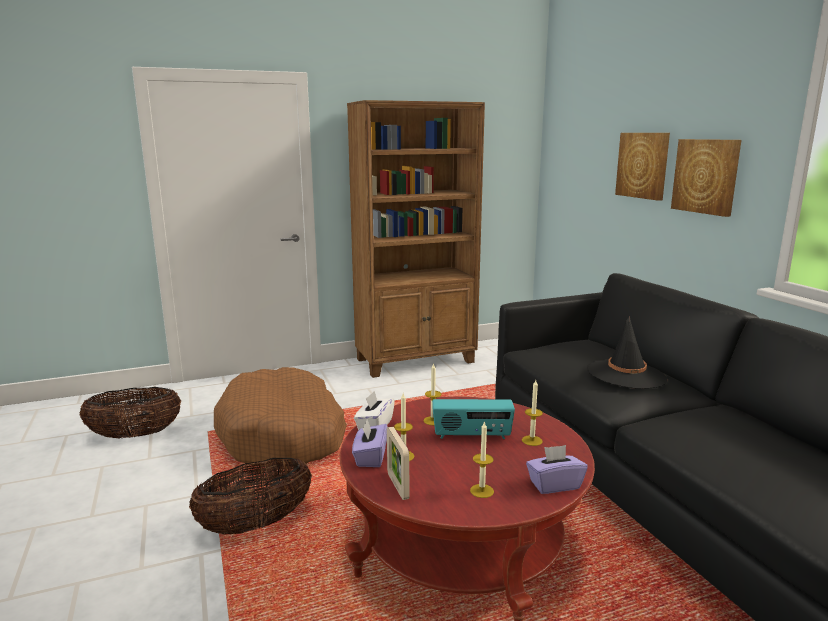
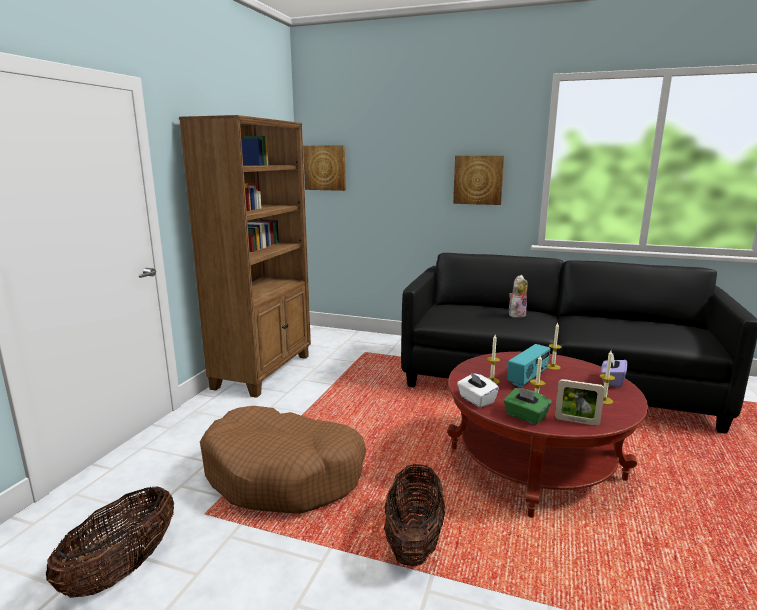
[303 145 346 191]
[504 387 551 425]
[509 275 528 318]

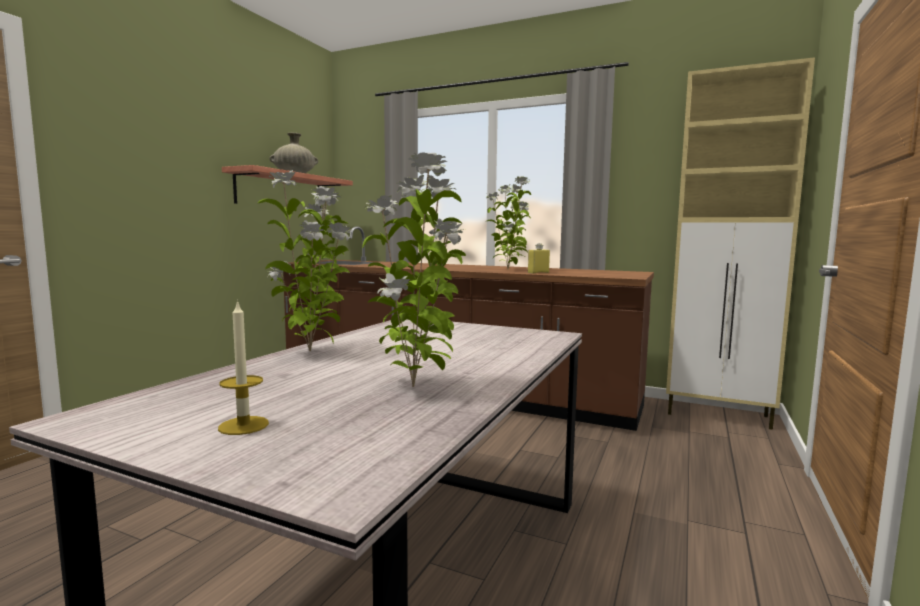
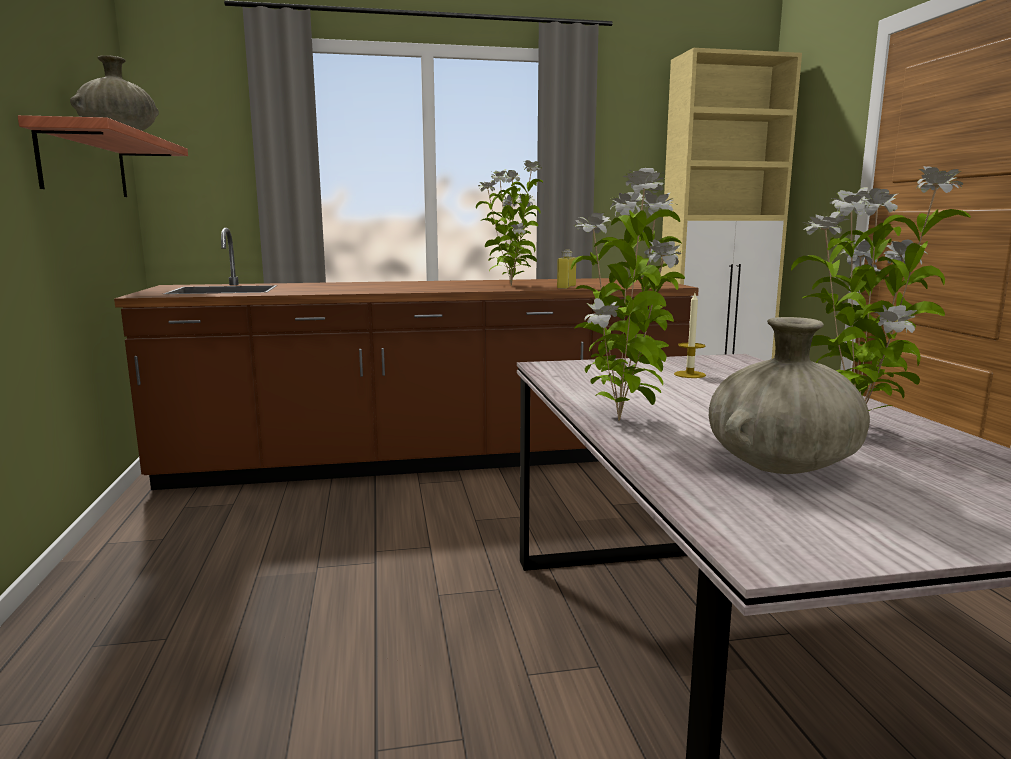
[674 293 706 378]
[709 317 870 474]

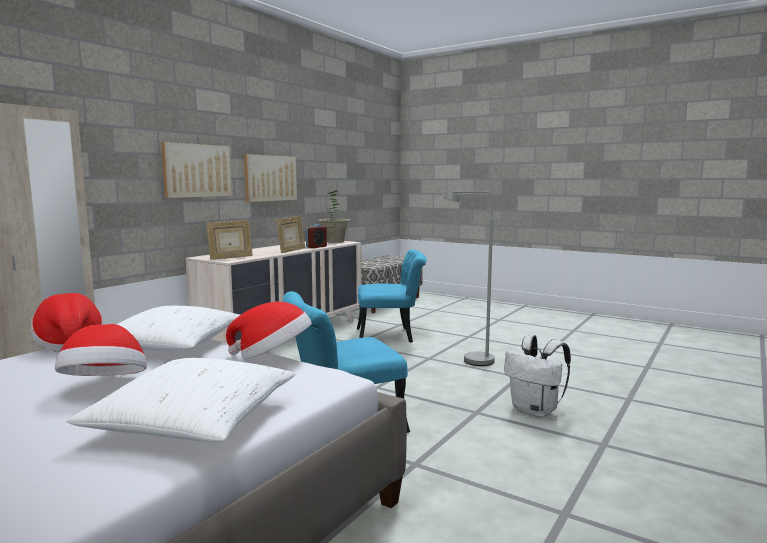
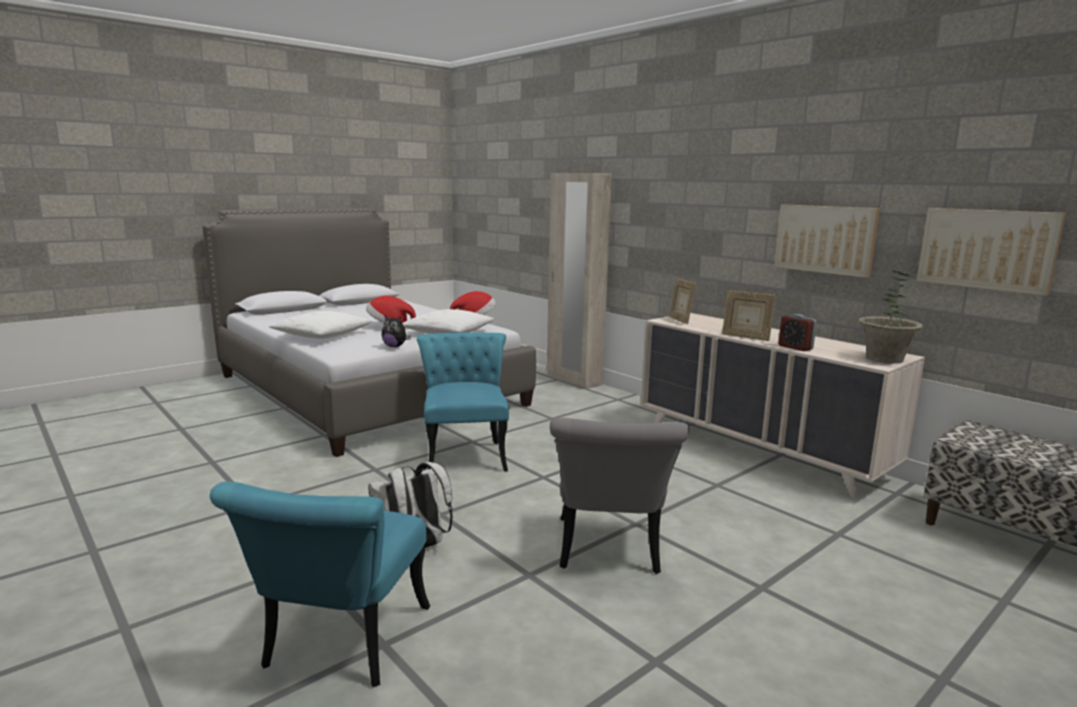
[210 482 430 687]
[381 316 411 347]
[550 418 689 574]
[917 208 1066 296]

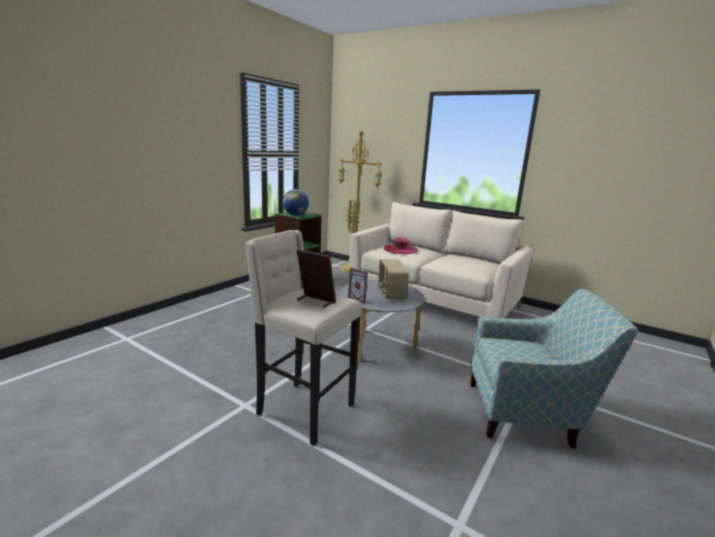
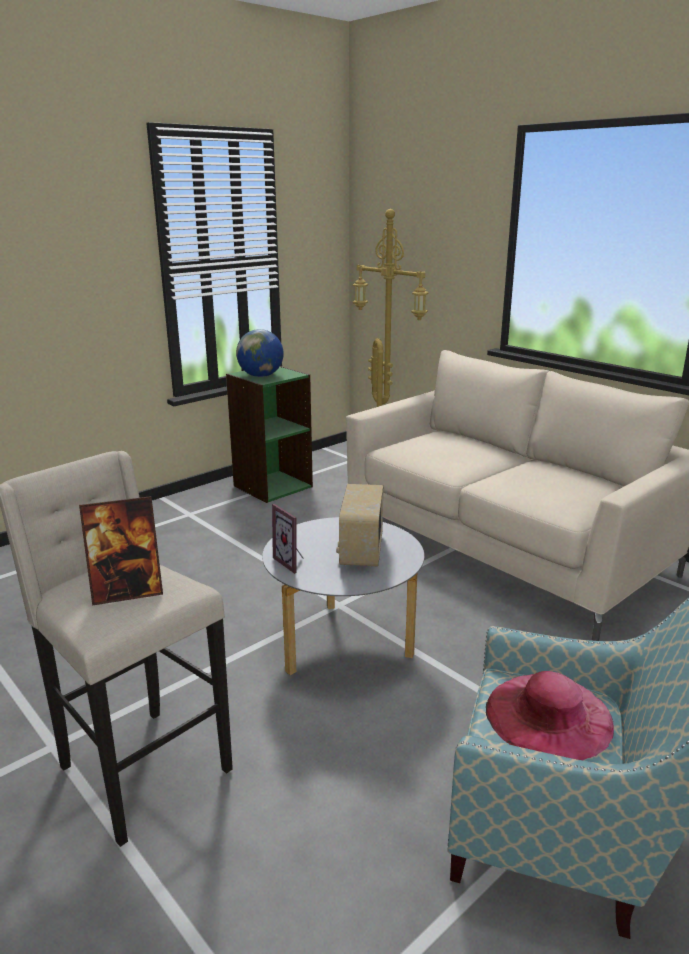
[79 496 163 606]
[486 671 614 760]

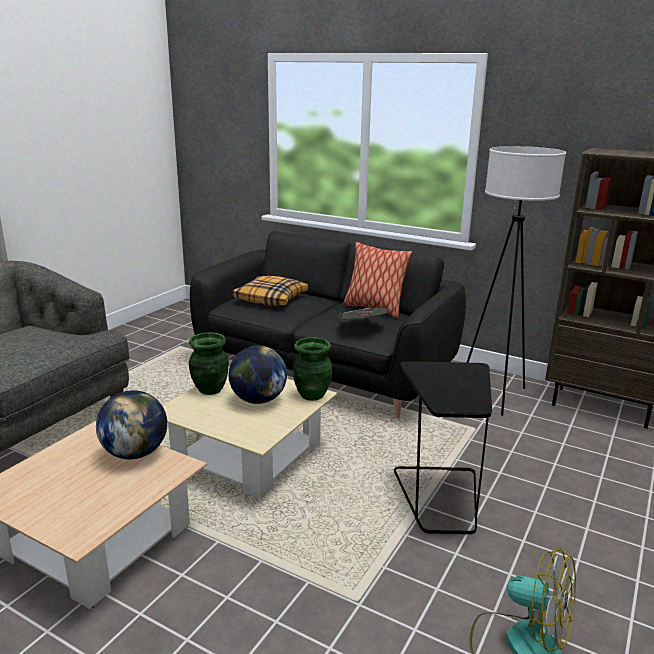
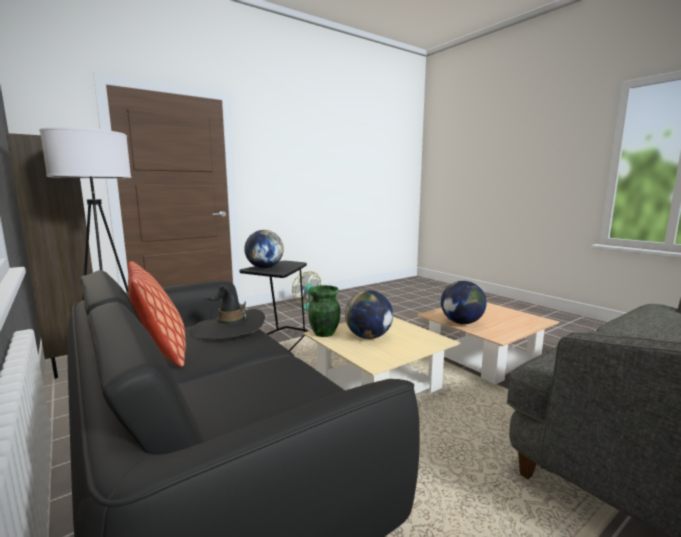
[192 285 265 340]
[244 230 284 268]
[189 332 229 395] (first image)
[232 276 309 306] (first image)

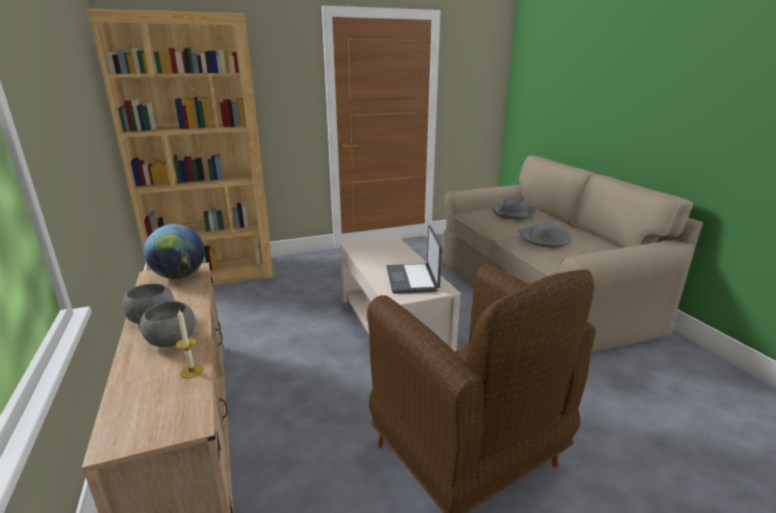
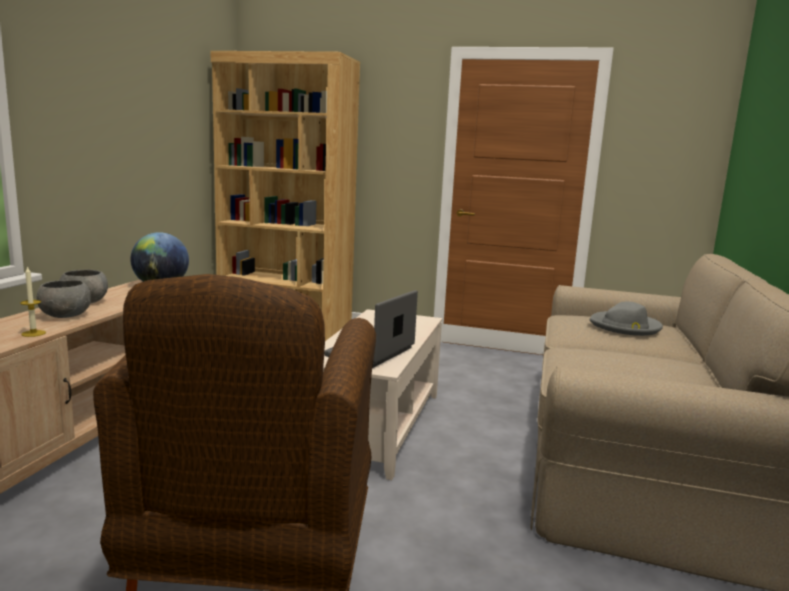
[519 221 573 248] (first image)

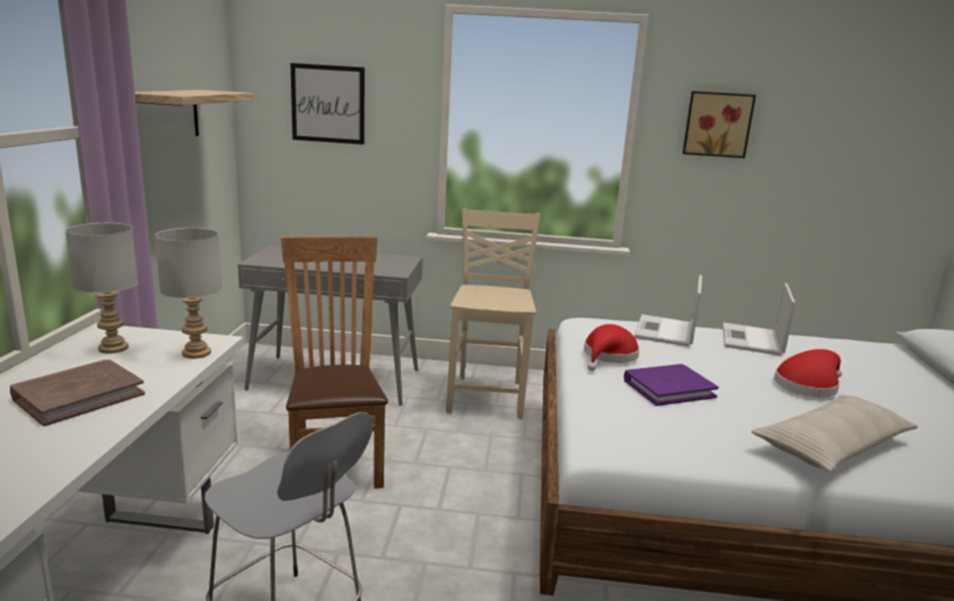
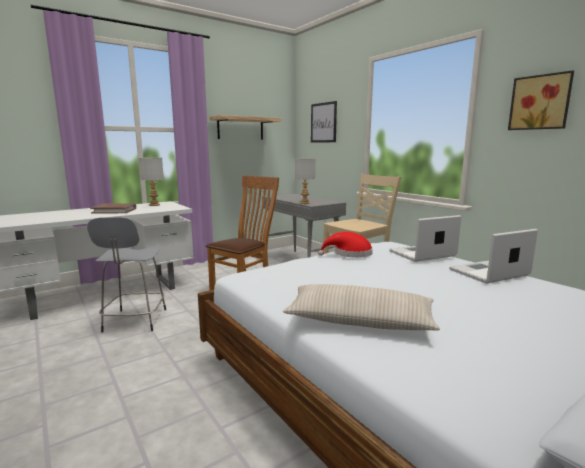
[295 158 316 204]
[624 364 719 406] (first image)
[774 349 842 397] (first image)

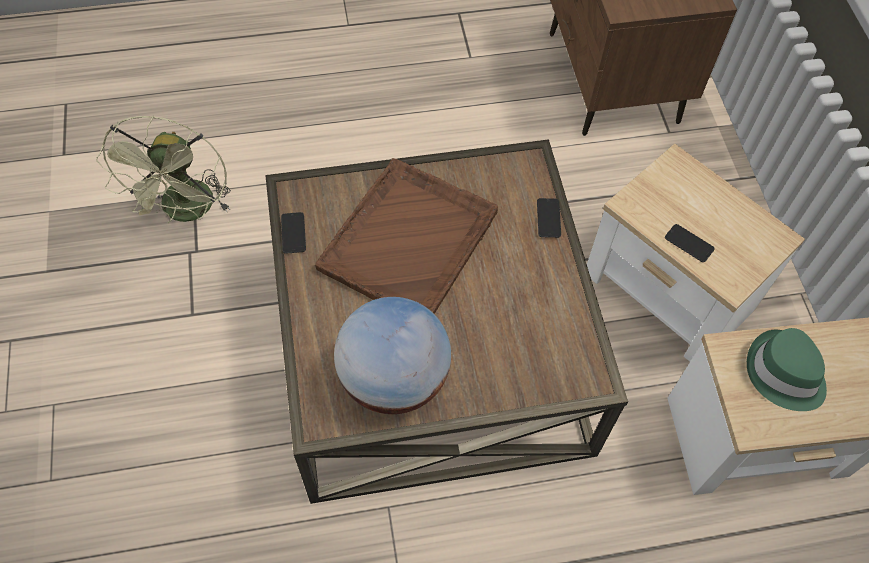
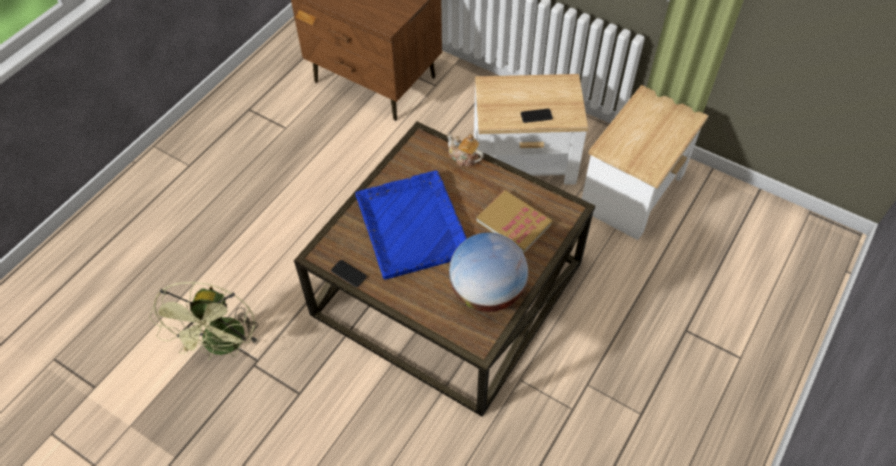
[149 281 259 360]
[355 170 467 280]
[447 134 484 166]
[476 190 553 254]
[747 328 827 411] (first image)

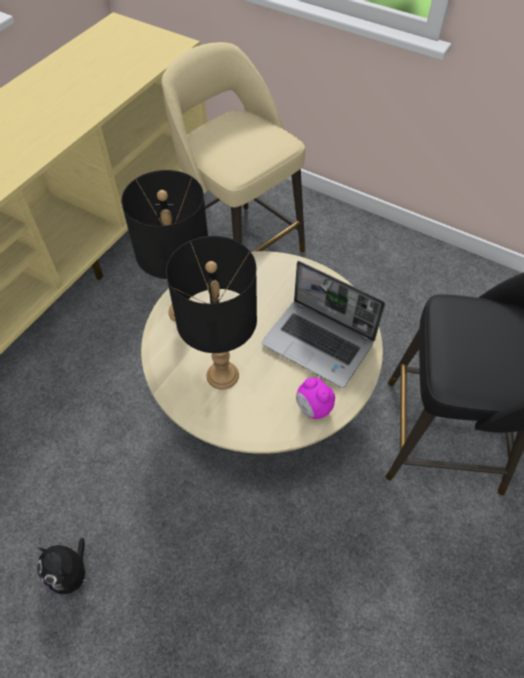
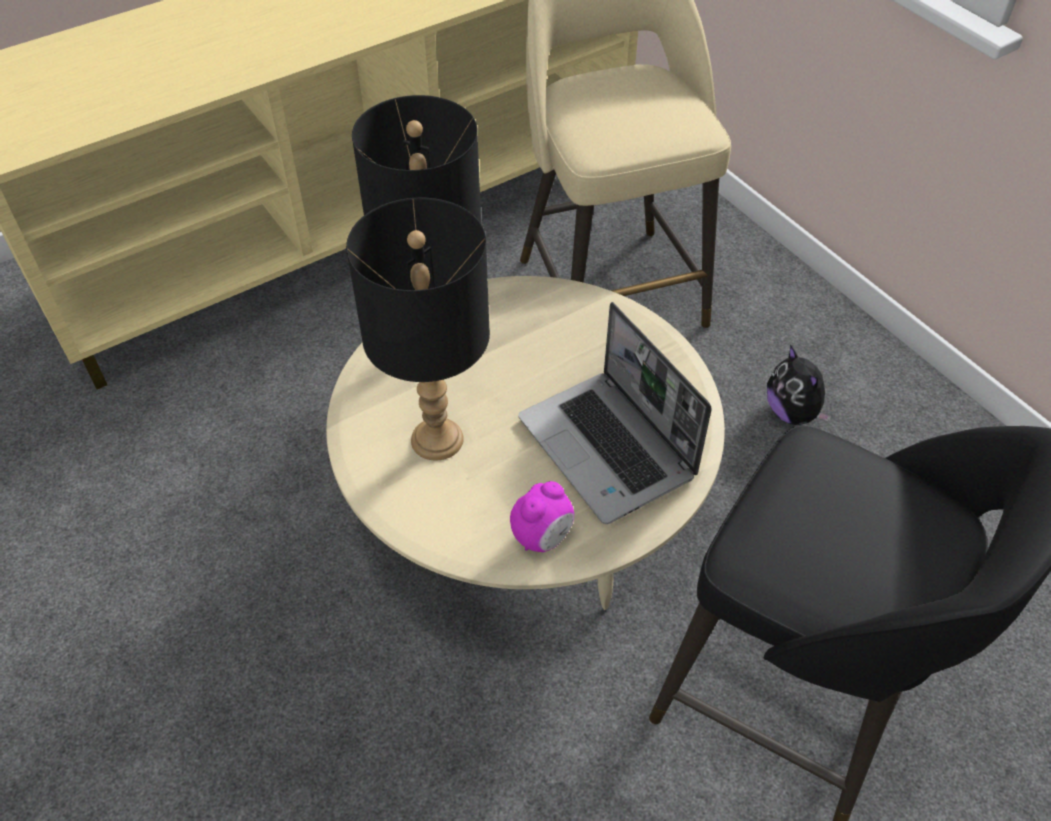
[510 481 574 552]
[767 344 831 425]

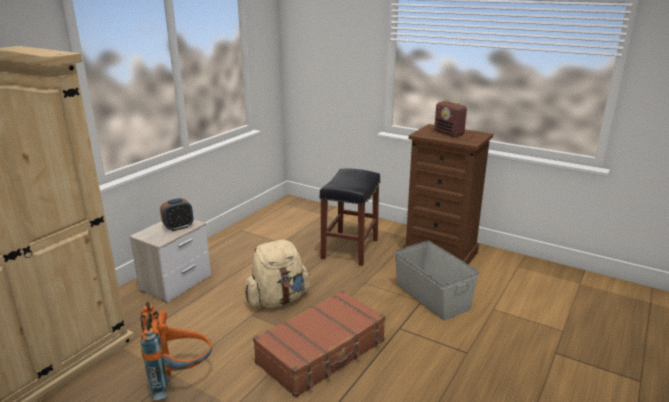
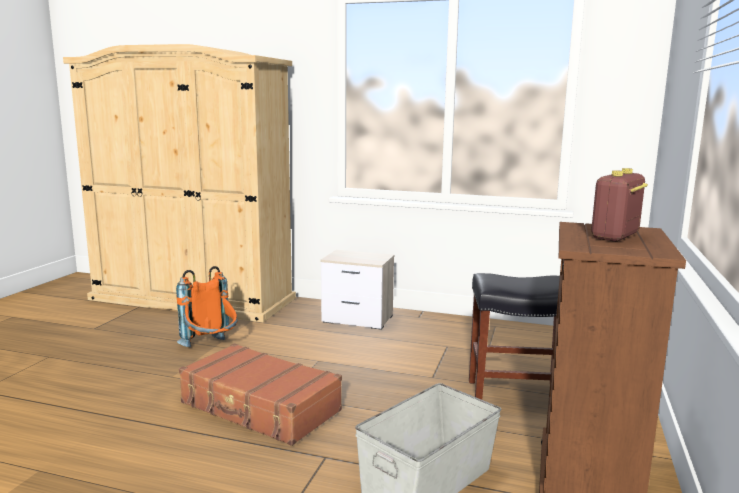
[160 198 193 231] (first image)
[245 240 310 308] (first image)

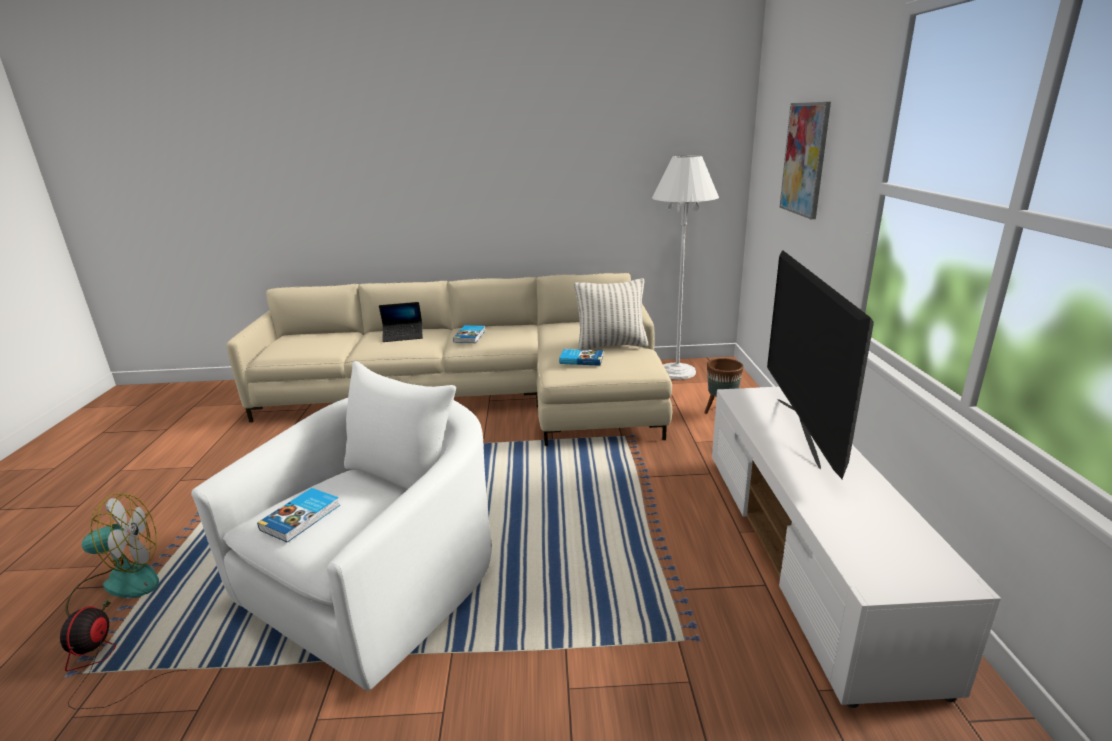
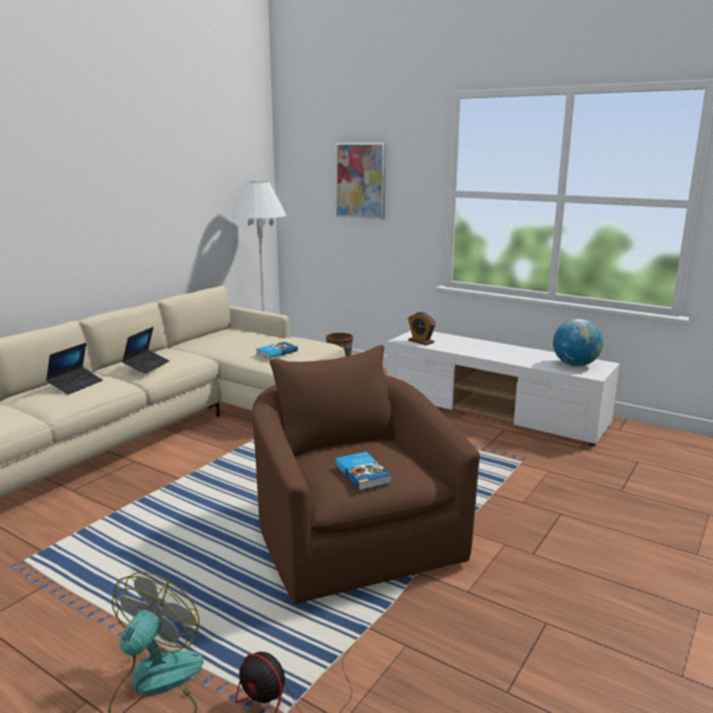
[122 327 169 374]
[252 345 480 604]
[408 312 436 345]
[553 319 603 366]
[574 278 649 350] (first image)
[767 250 874 479] (first image)

